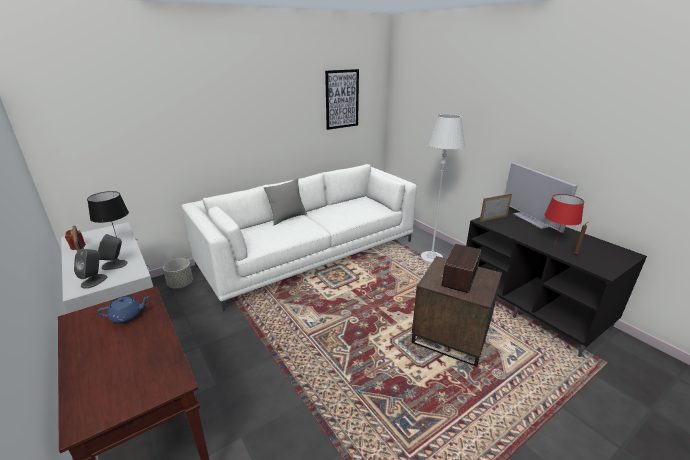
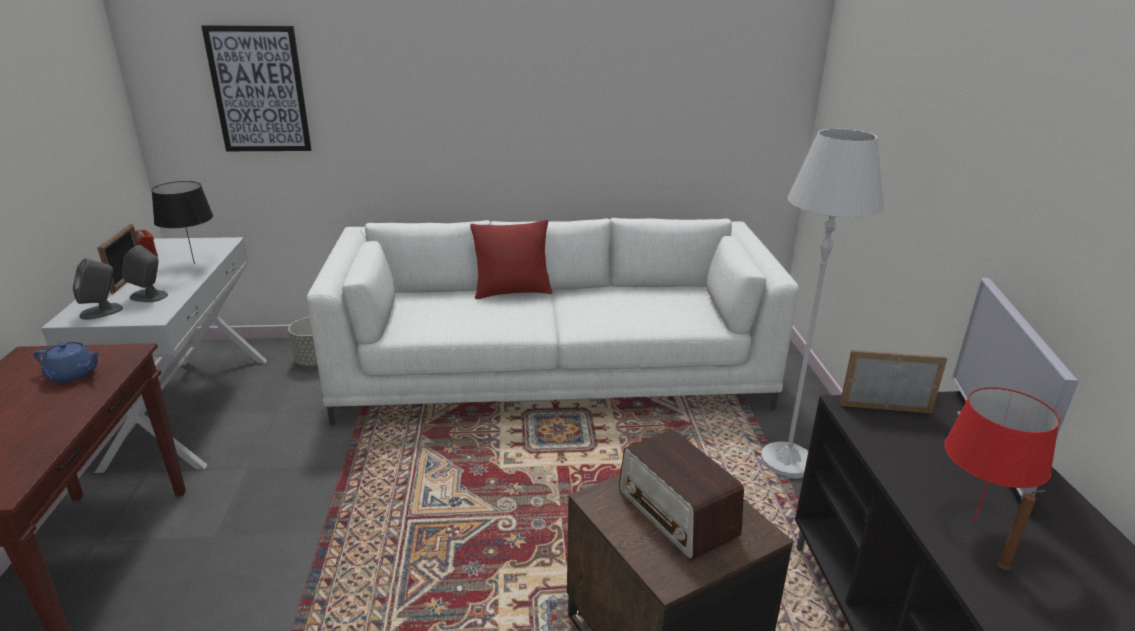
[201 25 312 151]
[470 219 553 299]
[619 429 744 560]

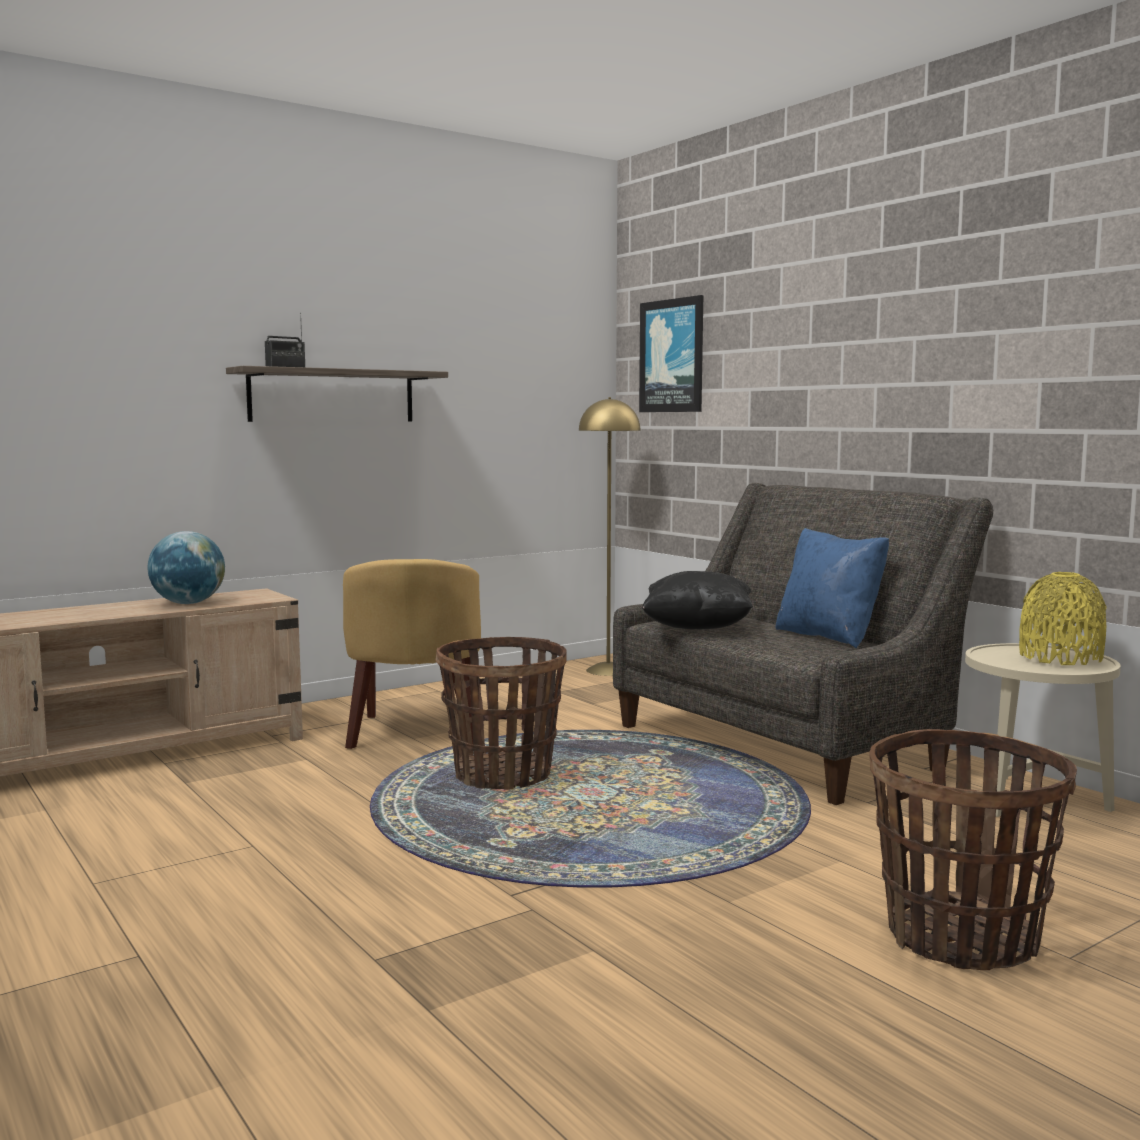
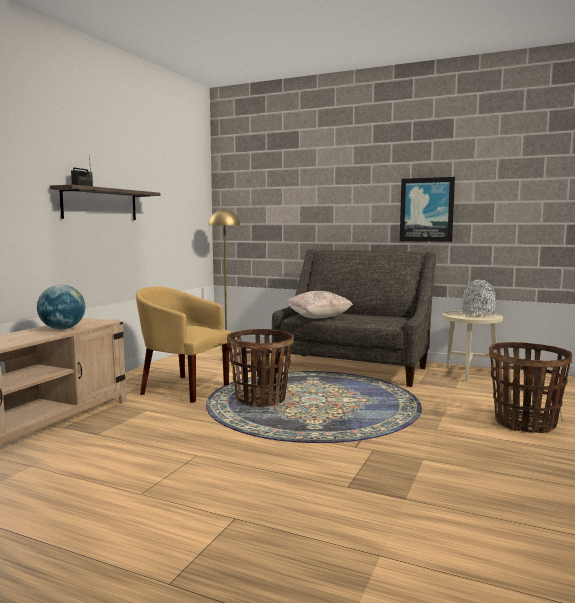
[136 286 231 403]
[286 291 353 318]
[400 177 455 242]
[462 280 496 317]
[775 528 889 648] (first image)

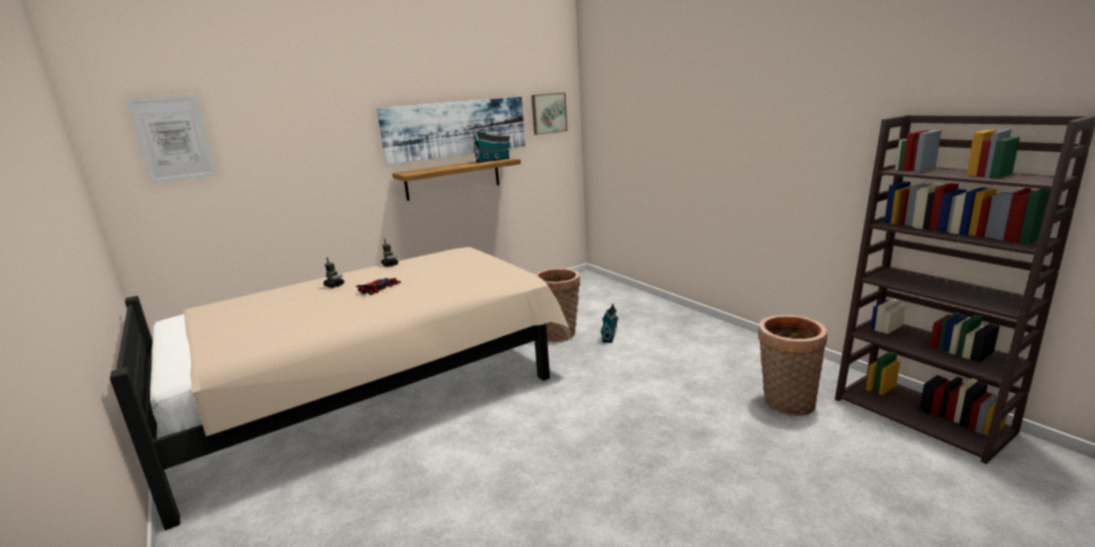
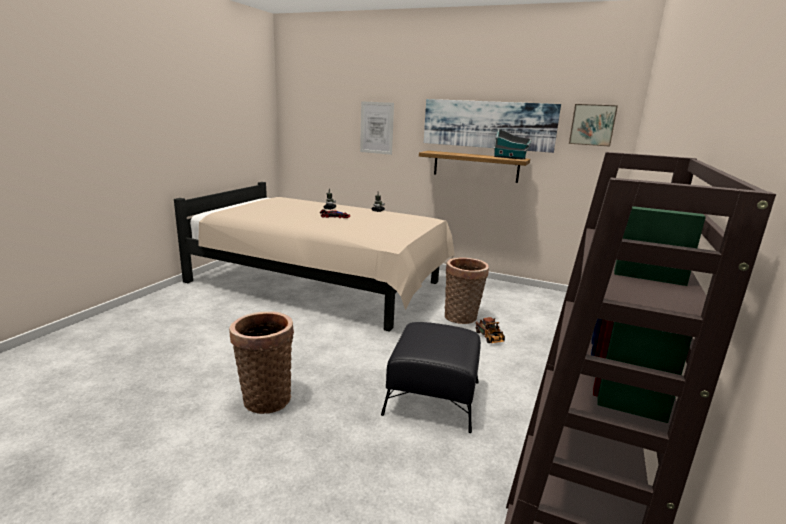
[229 311 294 414]
[360 101 394 155]
[381 322 481 433]
[475 317 505 343]

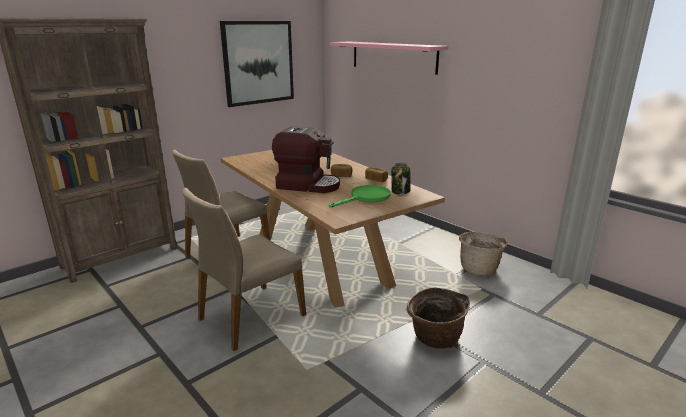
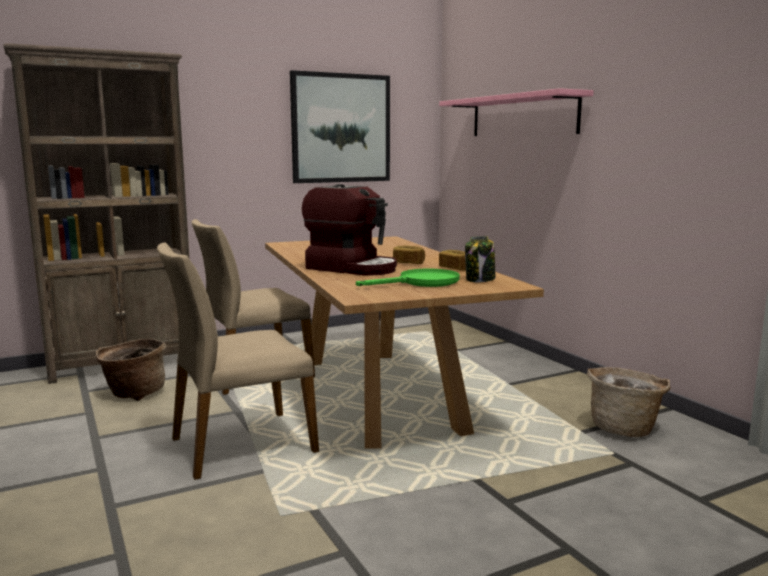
[96 339 166 401]

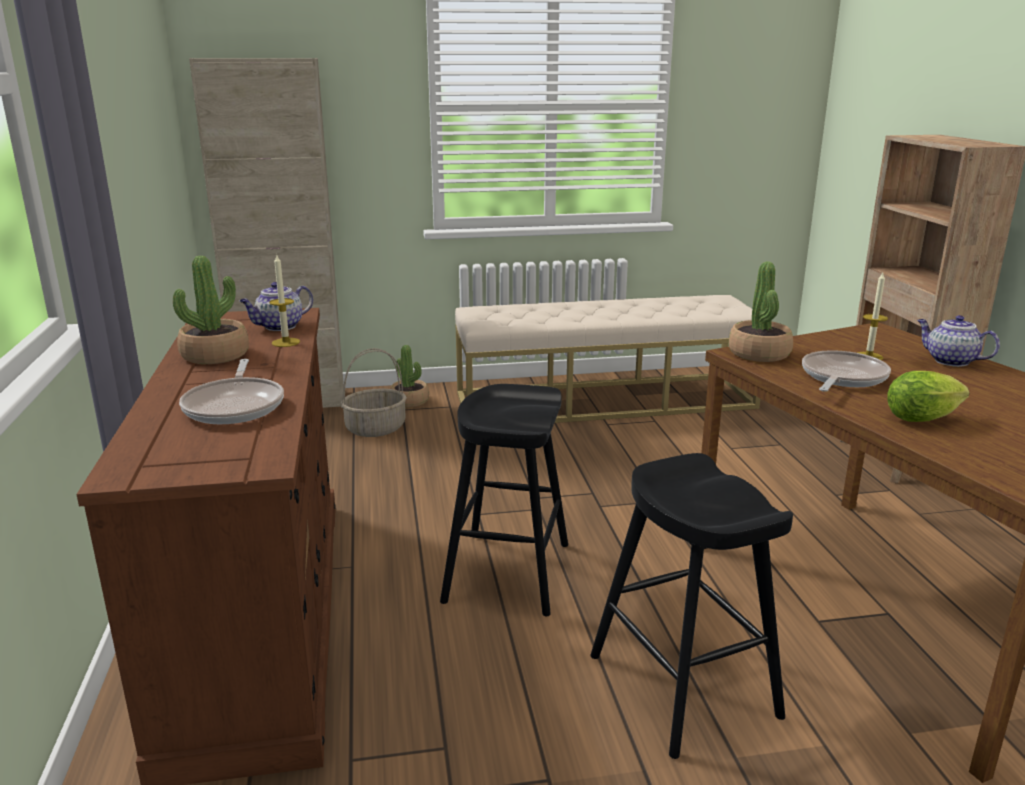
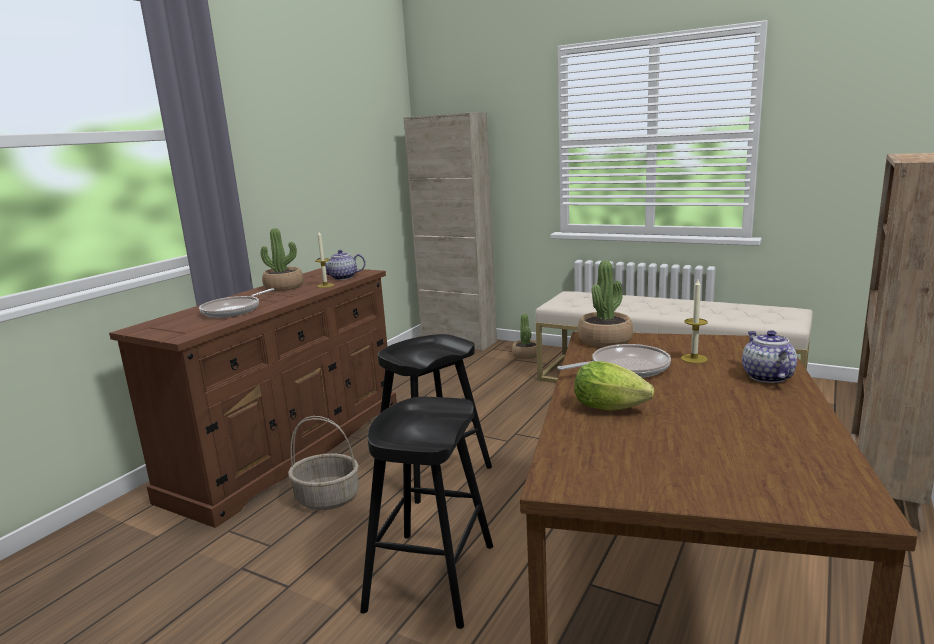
[288 416 359 510]

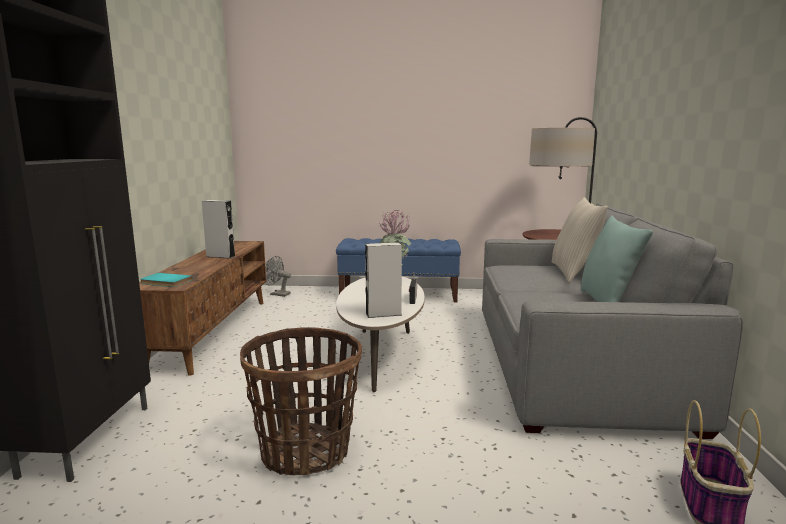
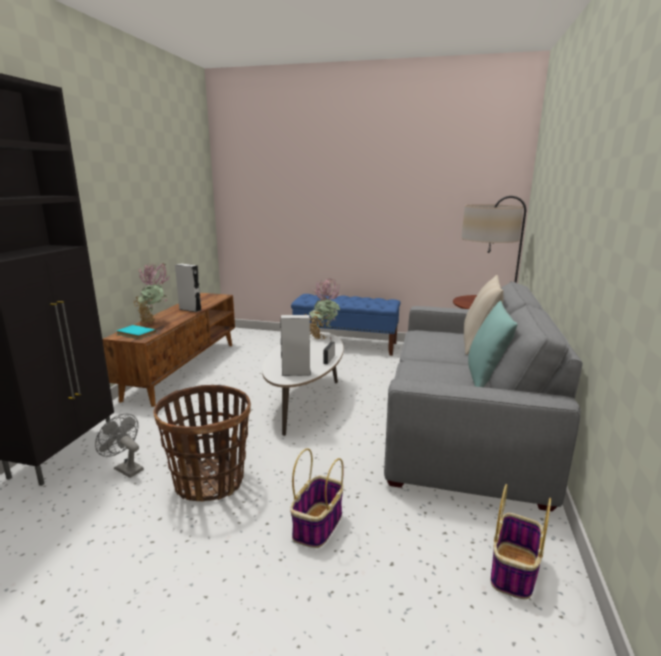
[95 414 144 478]
[133 263 170 324]
[290 448 344 548]

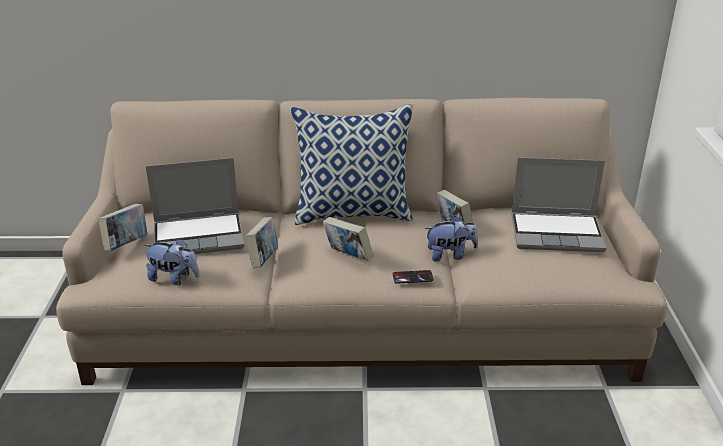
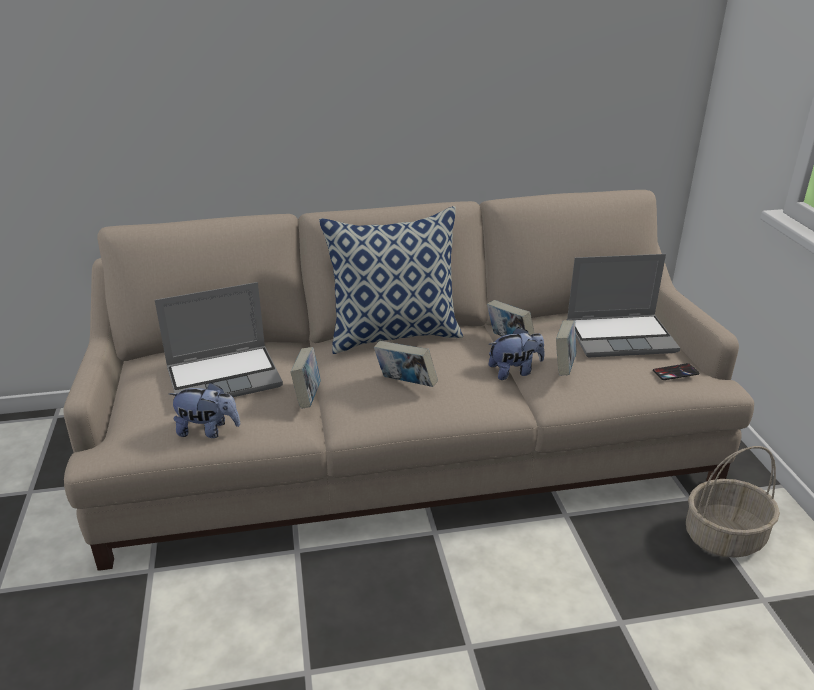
[556 320 576 376]
[653 363 699 380]
[686 446 780 558]

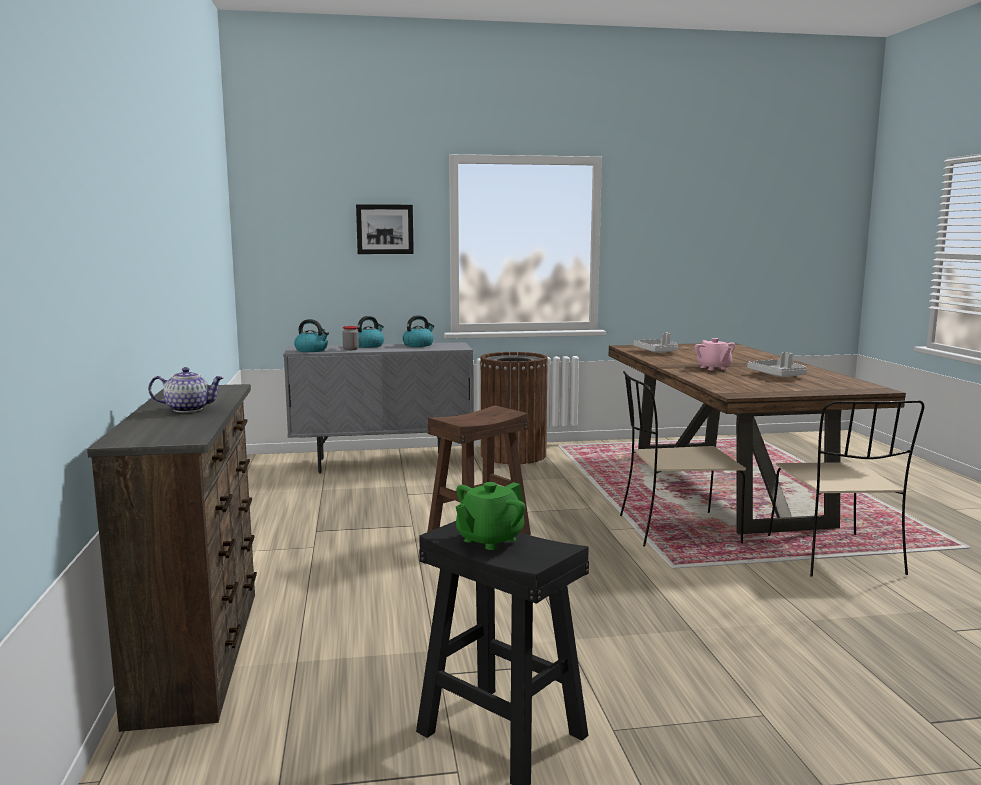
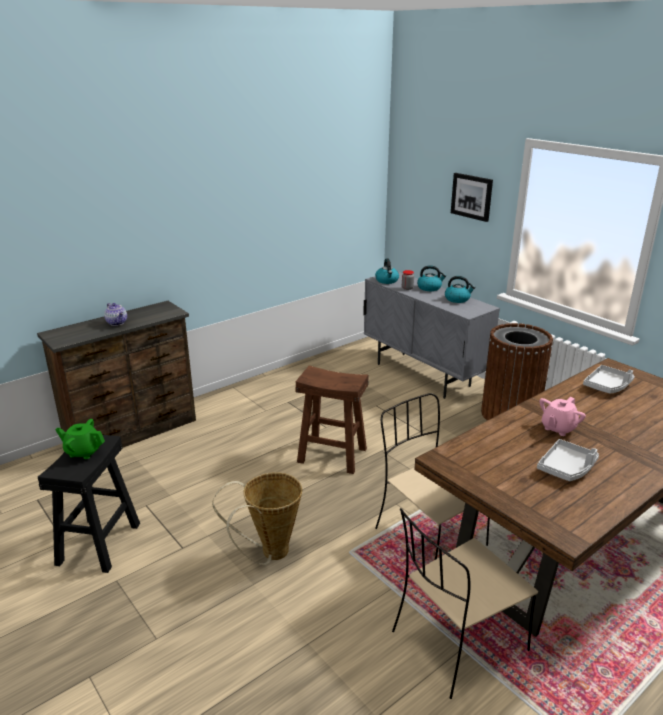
[212 472 302 565]

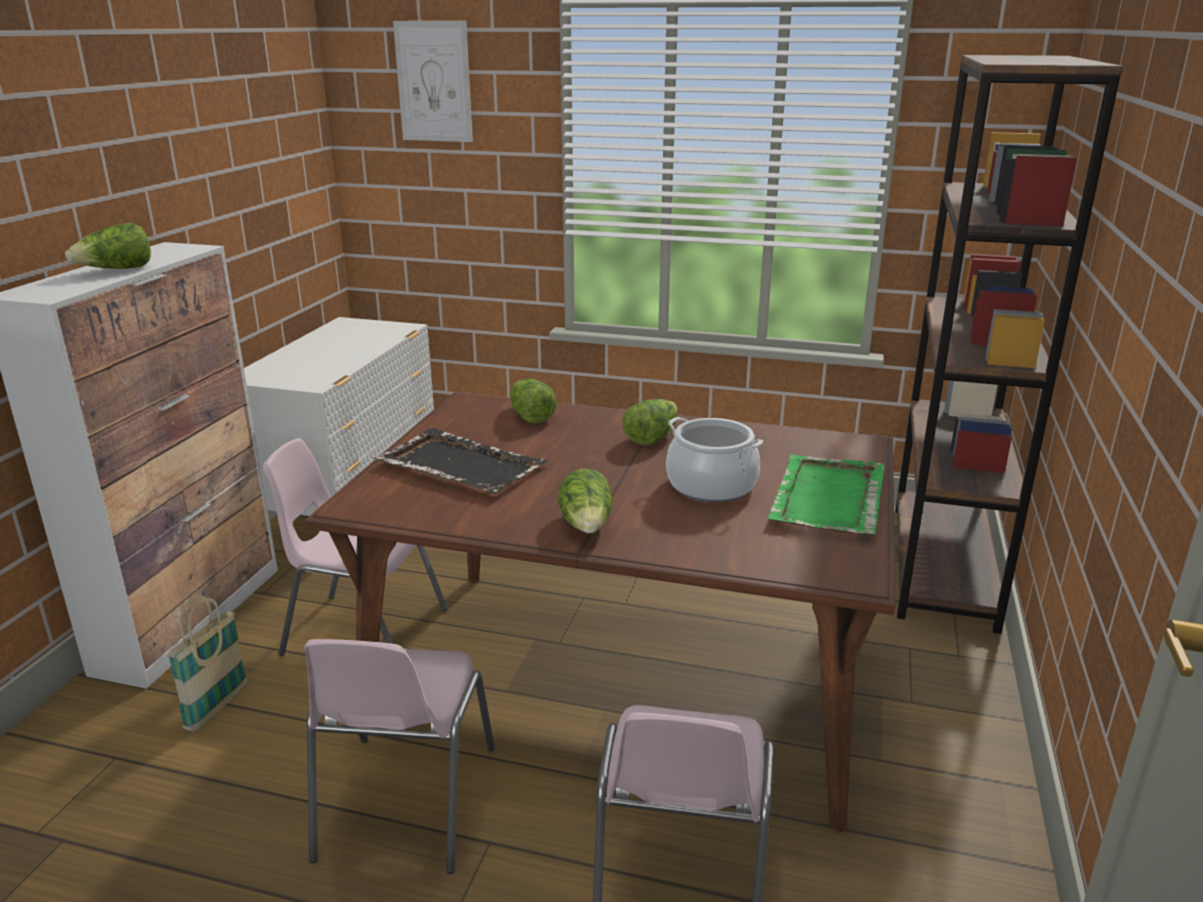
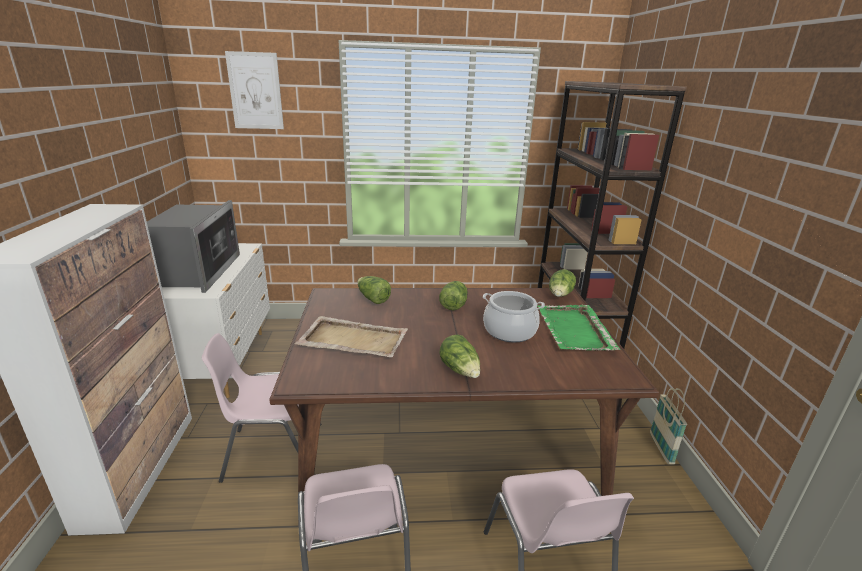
[147 200 240 293]
[295 316 408 357]
[549 269 576 297]
[650 388 687 465]

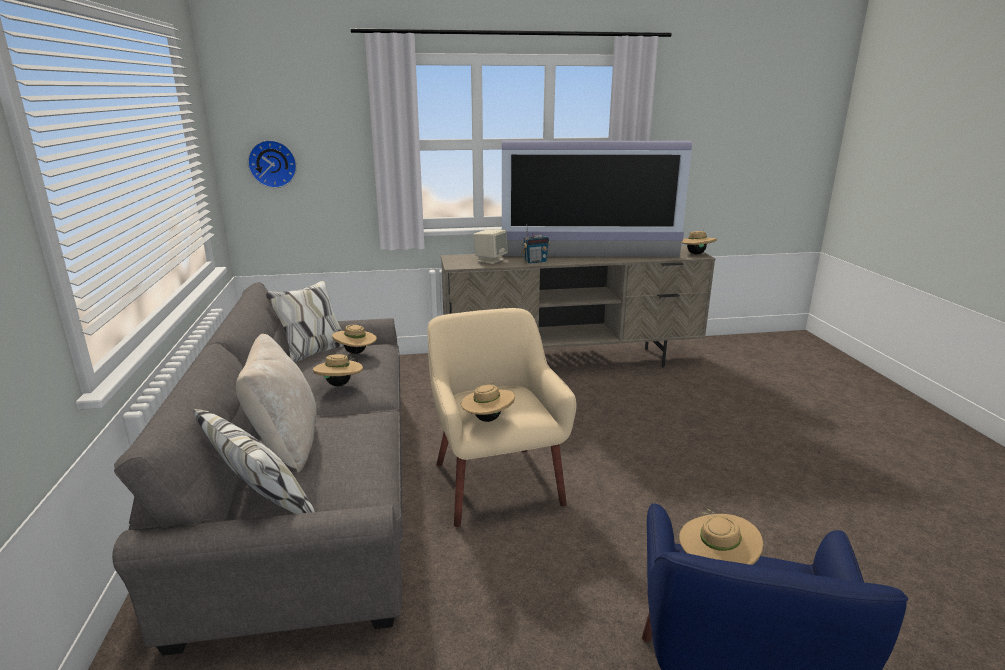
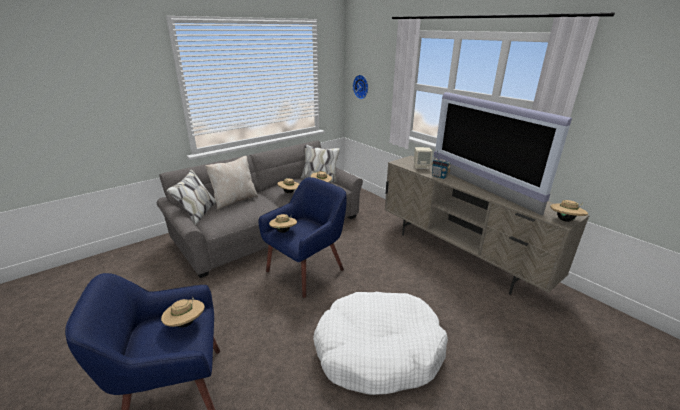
[259 177 347 298]
[313 292 448 395]

